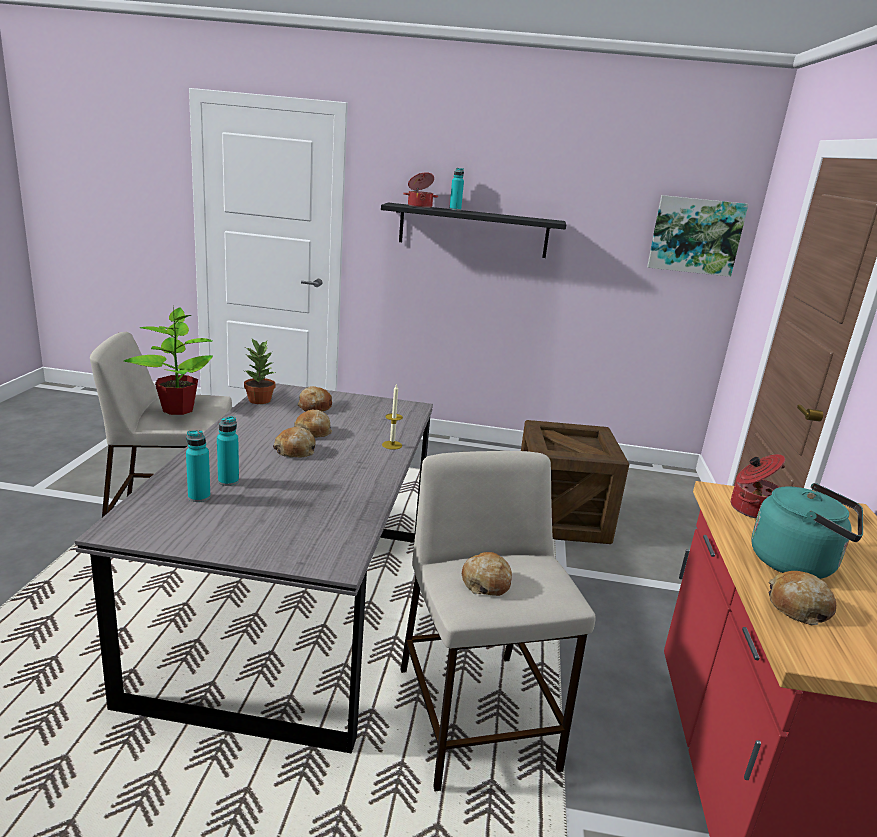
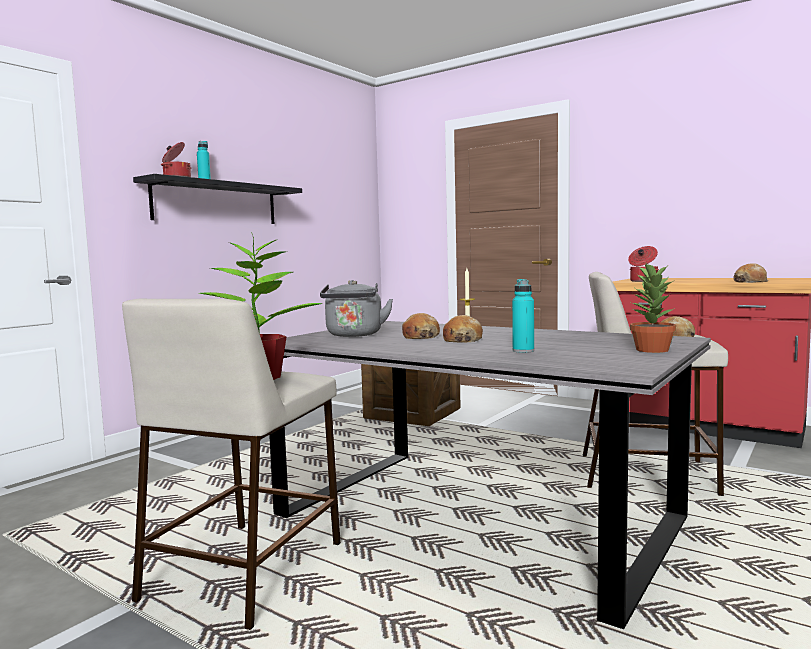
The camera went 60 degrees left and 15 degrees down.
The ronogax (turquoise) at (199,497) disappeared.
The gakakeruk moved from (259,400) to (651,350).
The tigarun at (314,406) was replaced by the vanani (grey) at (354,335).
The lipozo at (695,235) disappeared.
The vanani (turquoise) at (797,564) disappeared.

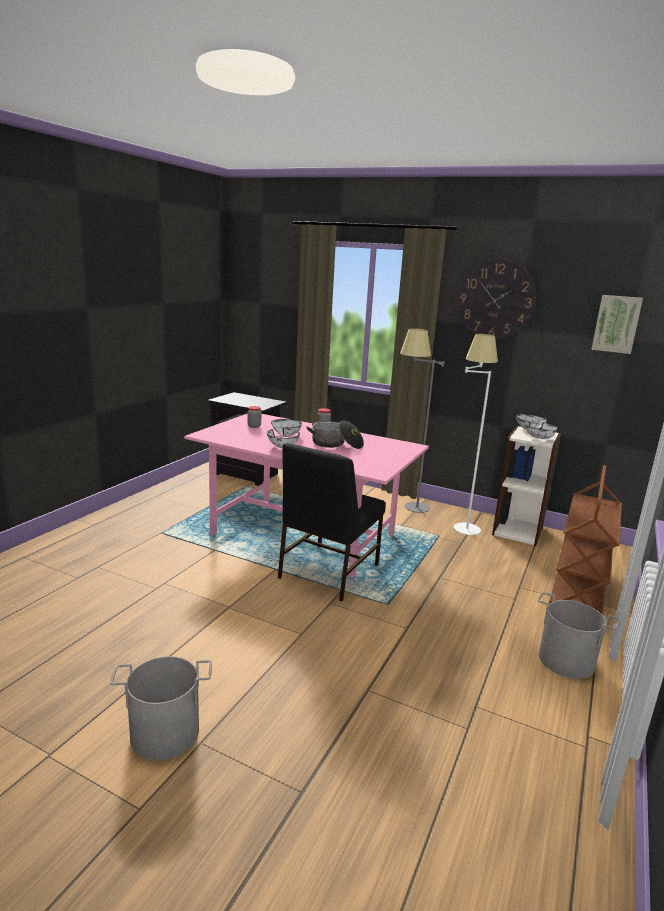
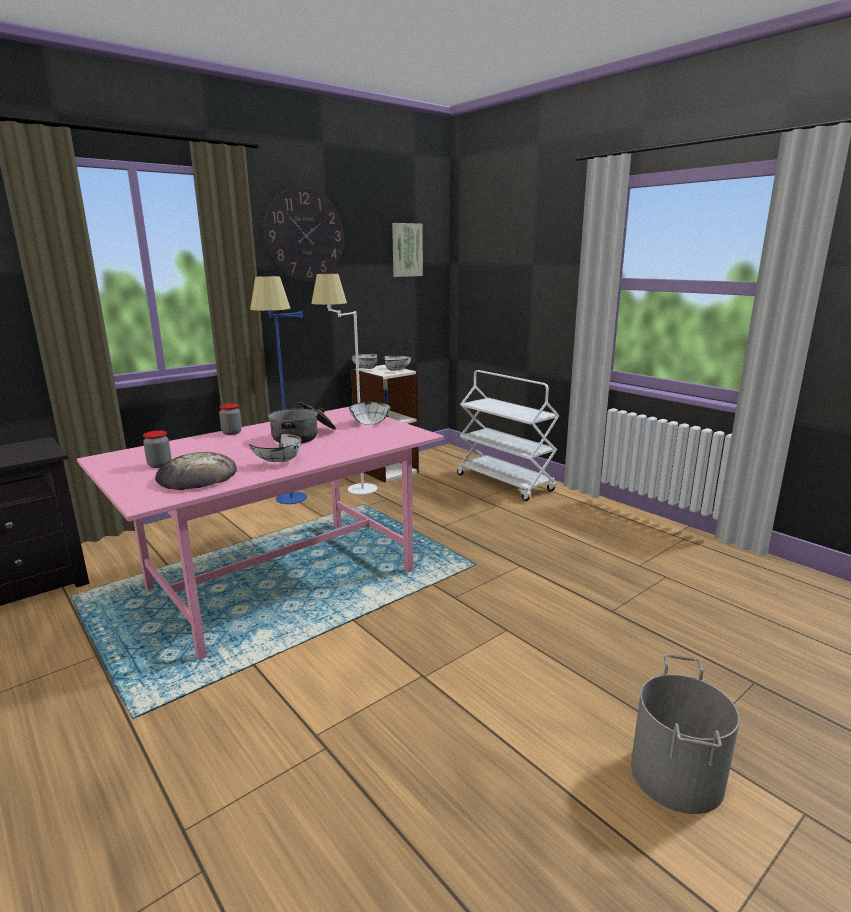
The camera went 65 degrees left and 0 degrees up.
The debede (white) moved from (288,435) to (369,422).
The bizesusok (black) at (327,572) disappeared.
The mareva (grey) at (408,509) became the mareva (blue) at (290,503).
The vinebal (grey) at (566,661) disappeared.
The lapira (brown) at (577,596) became the lapira (white) at (505,483).
The tigarun at (196,477) appeared.

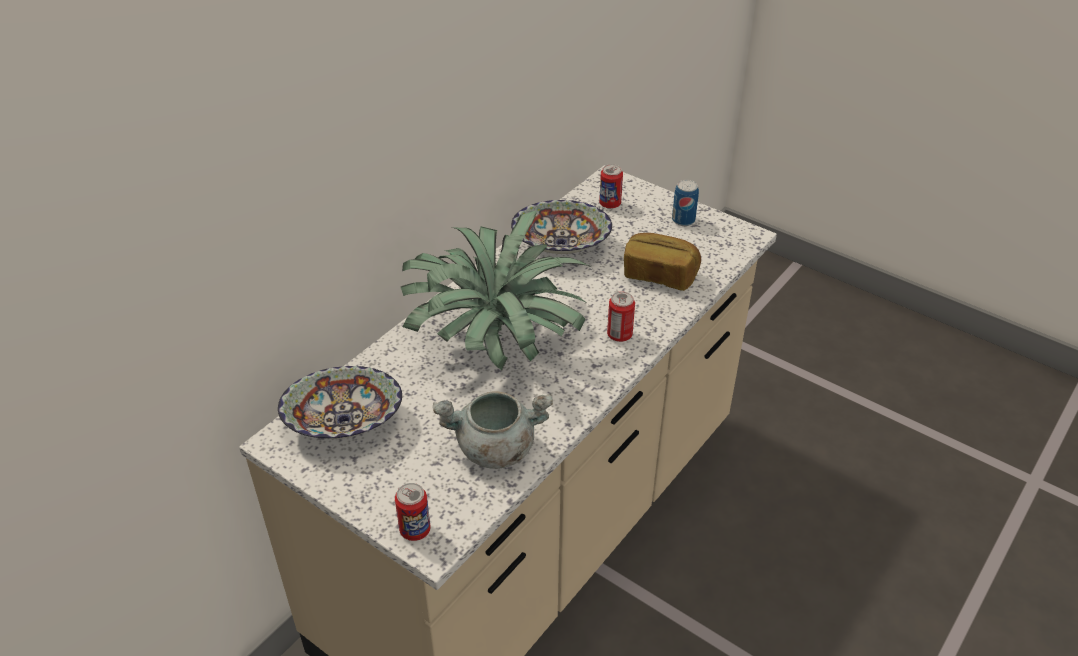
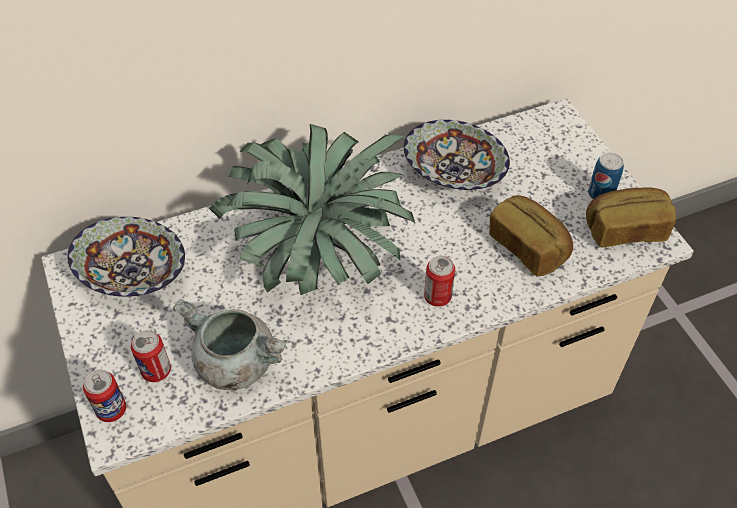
The camera went 30 degrees right and 10 degrees up.
The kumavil moved from (610,204) to (156,371).
The tigarun at (624,229) appeared.

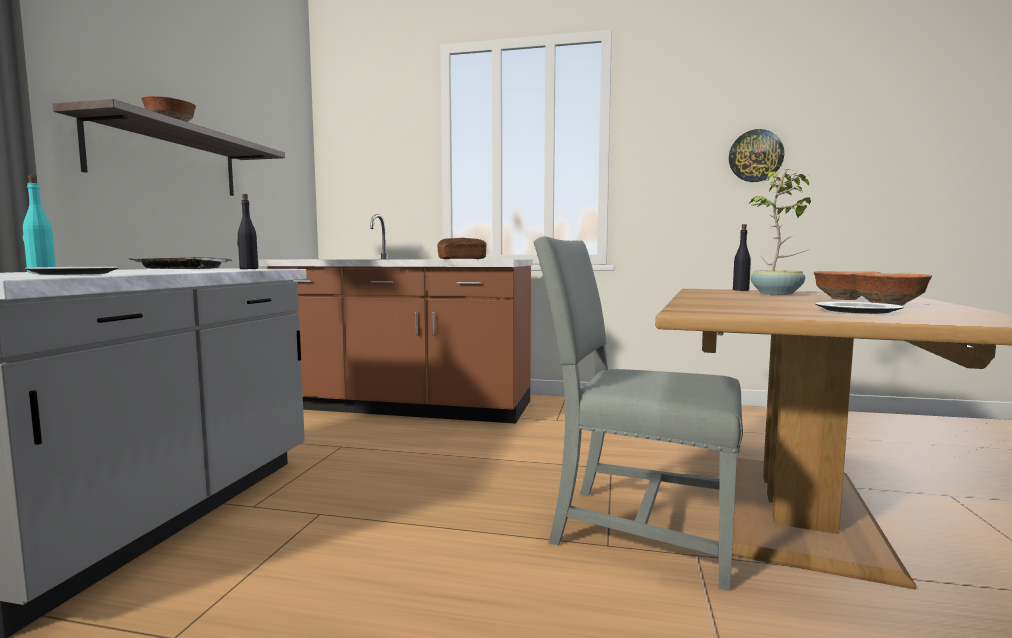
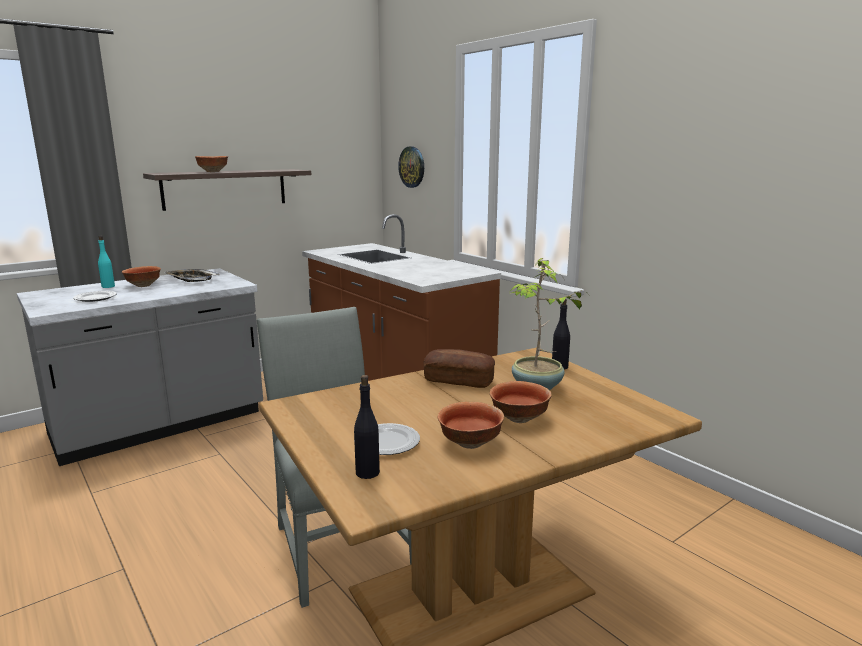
The camera went 40 degrees right and 10 degrees up.
The ronogax (black) moved from (248,268) to (367,472).
The tigarun moved from (462,259) to (459,381).
The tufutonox moved from (755,156) to (412,167).
The debede at (143,285) appeared.

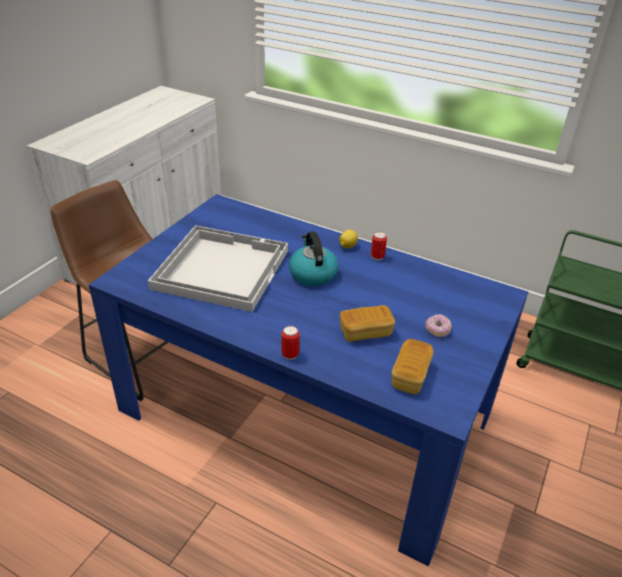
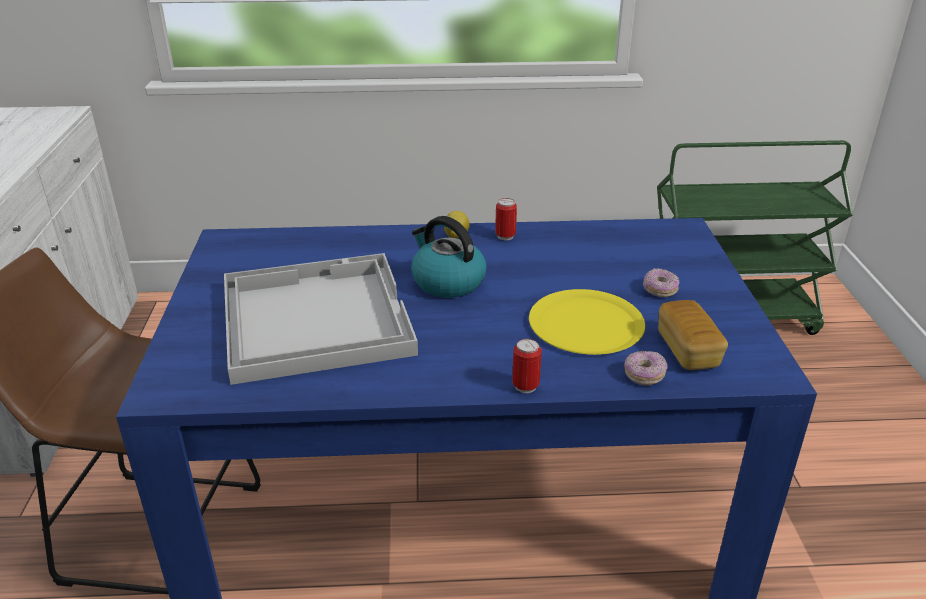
The camera went 30 degrees left and 5 degrees down.
The tigarun at (365,332) was replaced by the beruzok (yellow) at (586,324).
The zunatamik at (644,375) appeared.

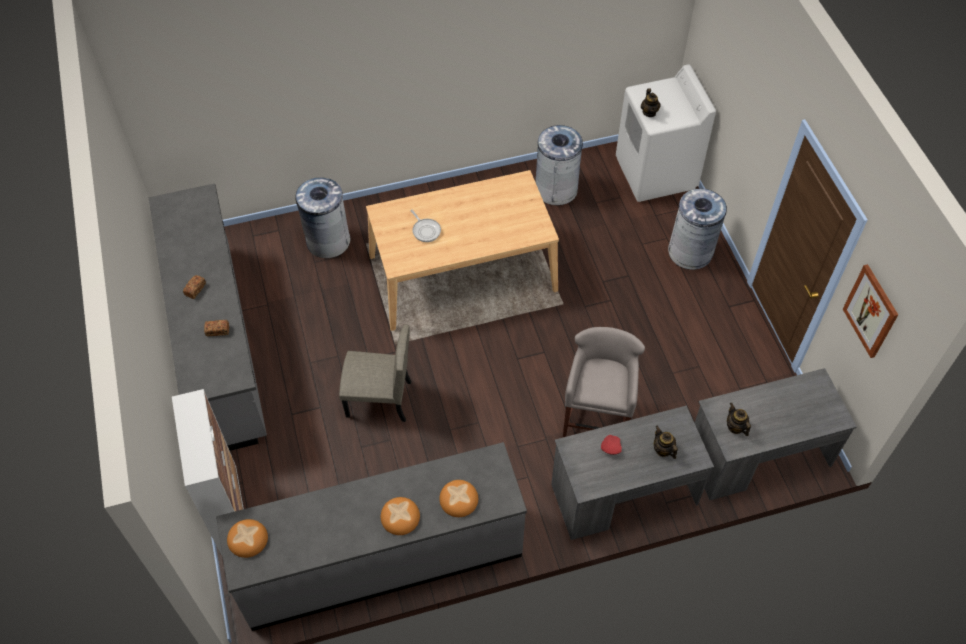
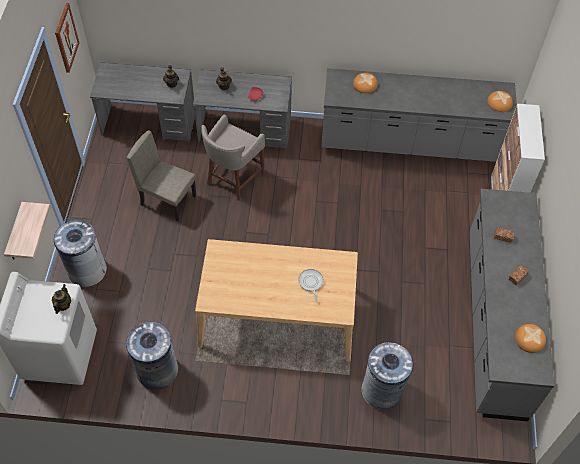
The camera went 160 degrees left and 0 degrees up.
The bizesusok (beige) moved from (379,399) to (168,200).
The tigarun moved from (400,517) to (529,339).
The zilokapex at (16,234) appeared.

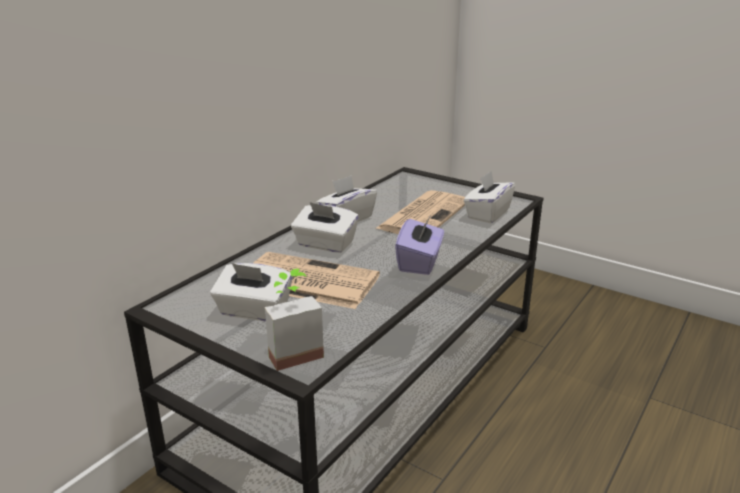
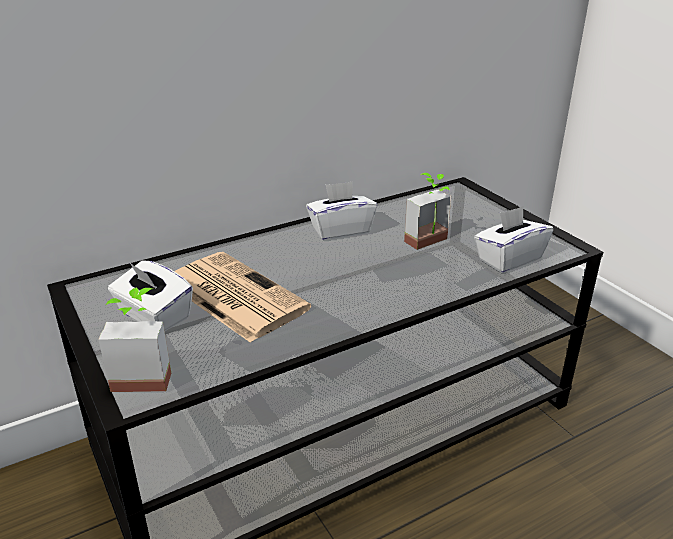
The camera went 25 degrees right and 5 degrees up.
The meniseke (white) at (325,244) disappeared.
The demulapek at (424,215) was replaced by the gakakeruk at (431,243).
The meniseke (purple) at (420,262) disappeared.

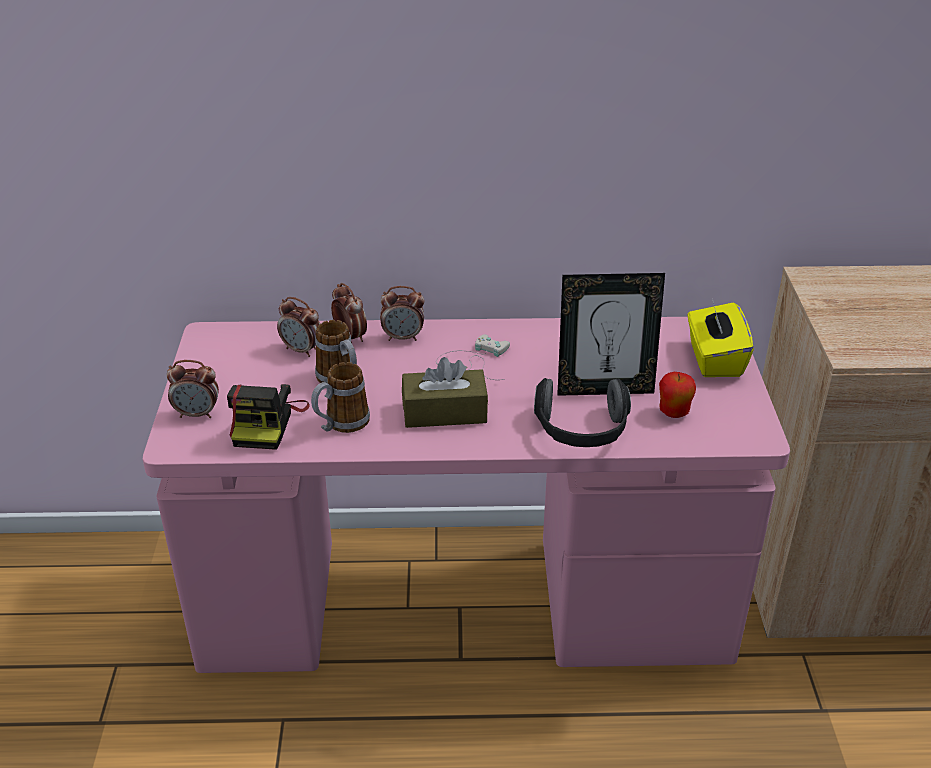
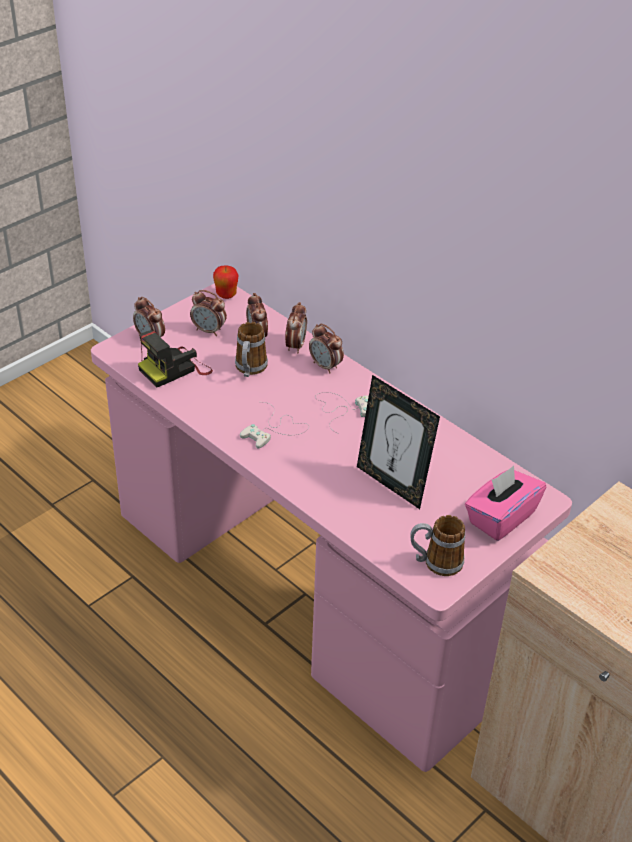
The camera went 45 degrees right and 5 degrees up.
The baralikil moved from (341,424) to (435,562).
The meniseke (brown) at (444,412) was replaced by the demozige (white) at (275,429).
The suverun at (581,432) disappeared.
The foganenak moved from (673,412) to (226,295).
The meniseke (yellow) at (714,359) became the meniseke (pink) at (501,517).
The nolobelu at (209,330) appeared.

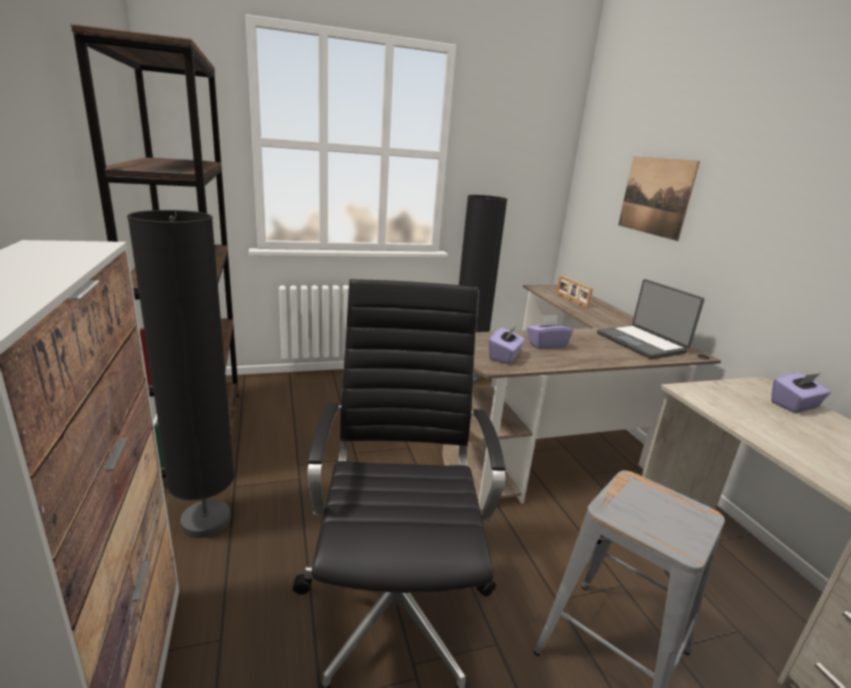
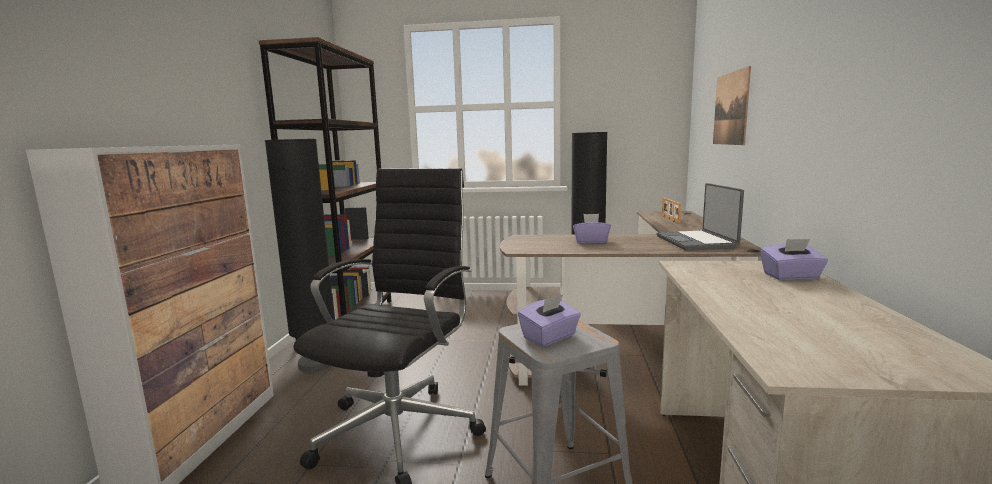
The camera went 25 degrees right and 10 degrees down.
The meniseke (purple) moved from (505,357) to (550,337).

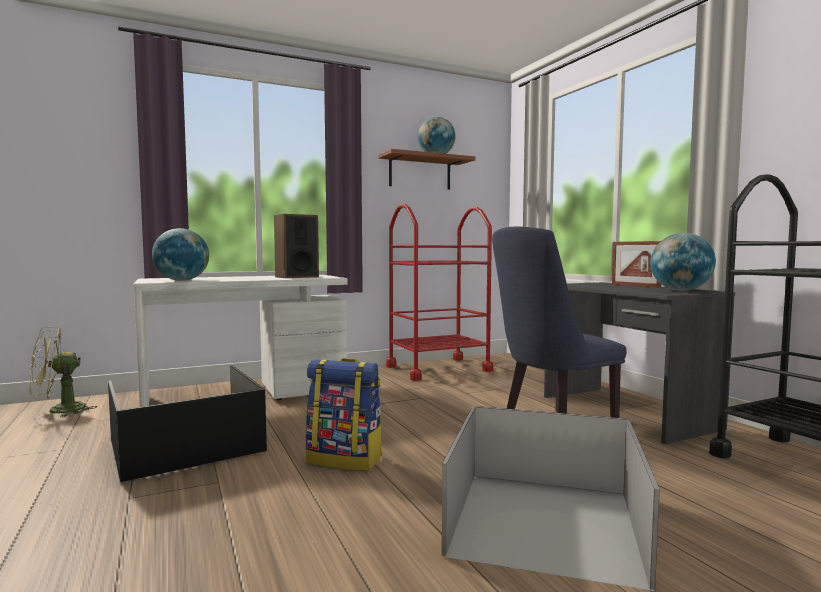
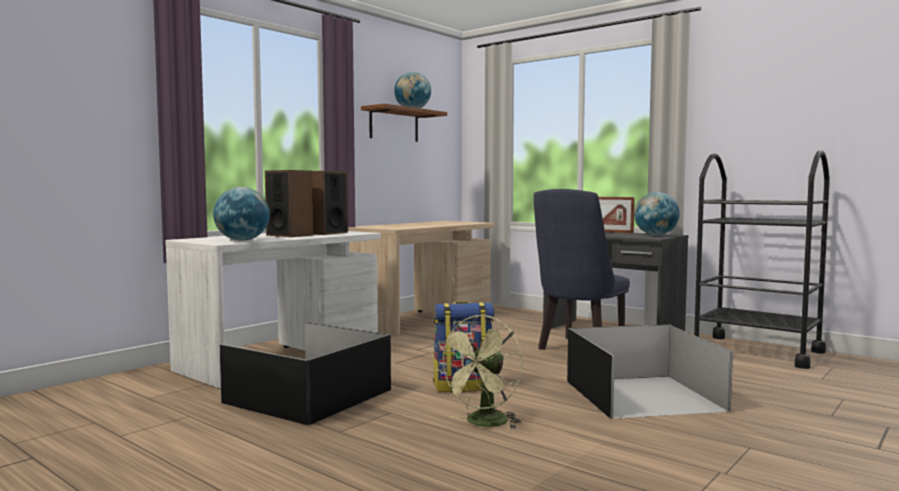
The camera went 25 degrees left and 0 degrees up.
The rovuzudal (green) moved from (58,411) to (483,424).
The lapira (red) at (438,369) was replaced by the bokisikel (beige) at (423,318).
The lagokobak at (289,235) appeared.

